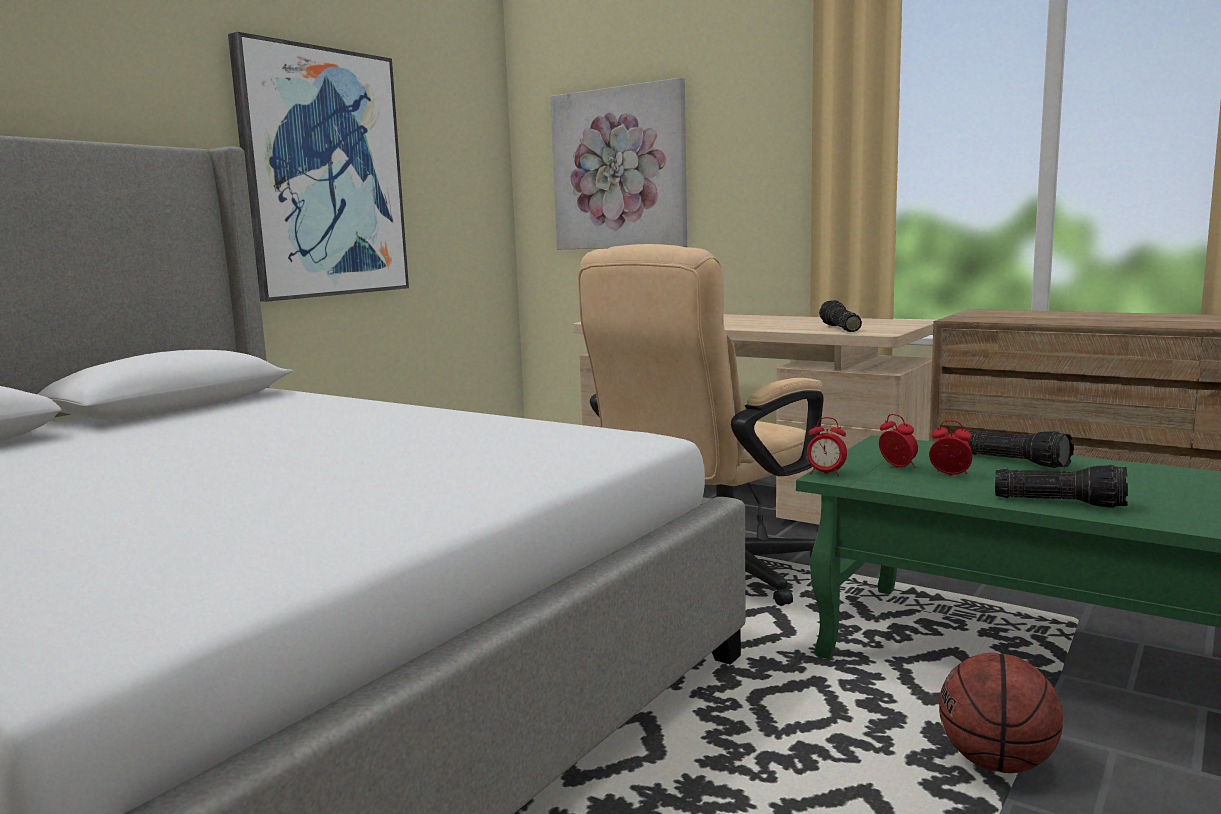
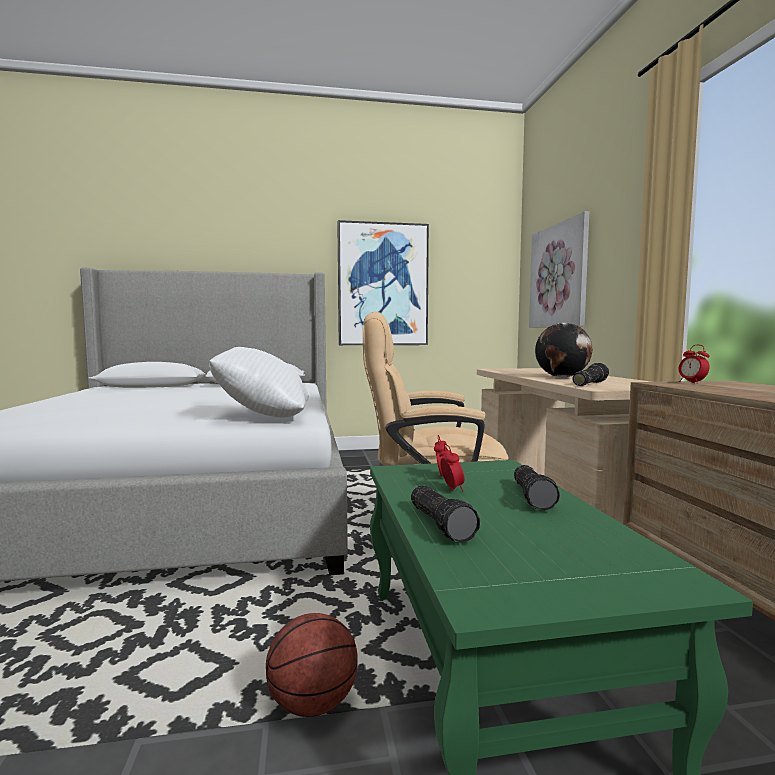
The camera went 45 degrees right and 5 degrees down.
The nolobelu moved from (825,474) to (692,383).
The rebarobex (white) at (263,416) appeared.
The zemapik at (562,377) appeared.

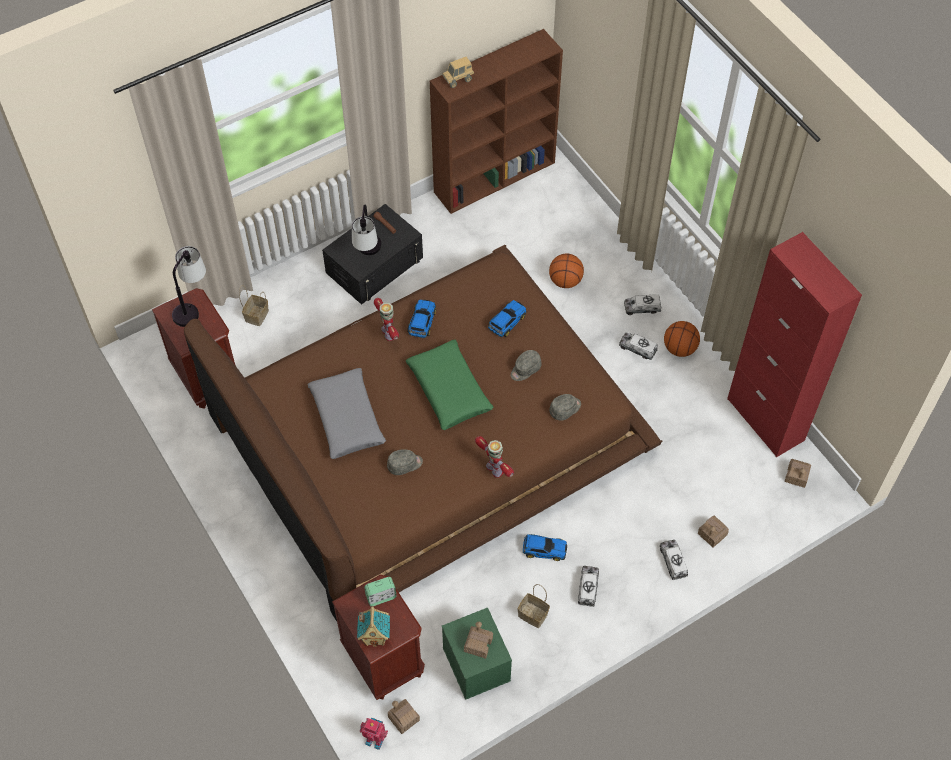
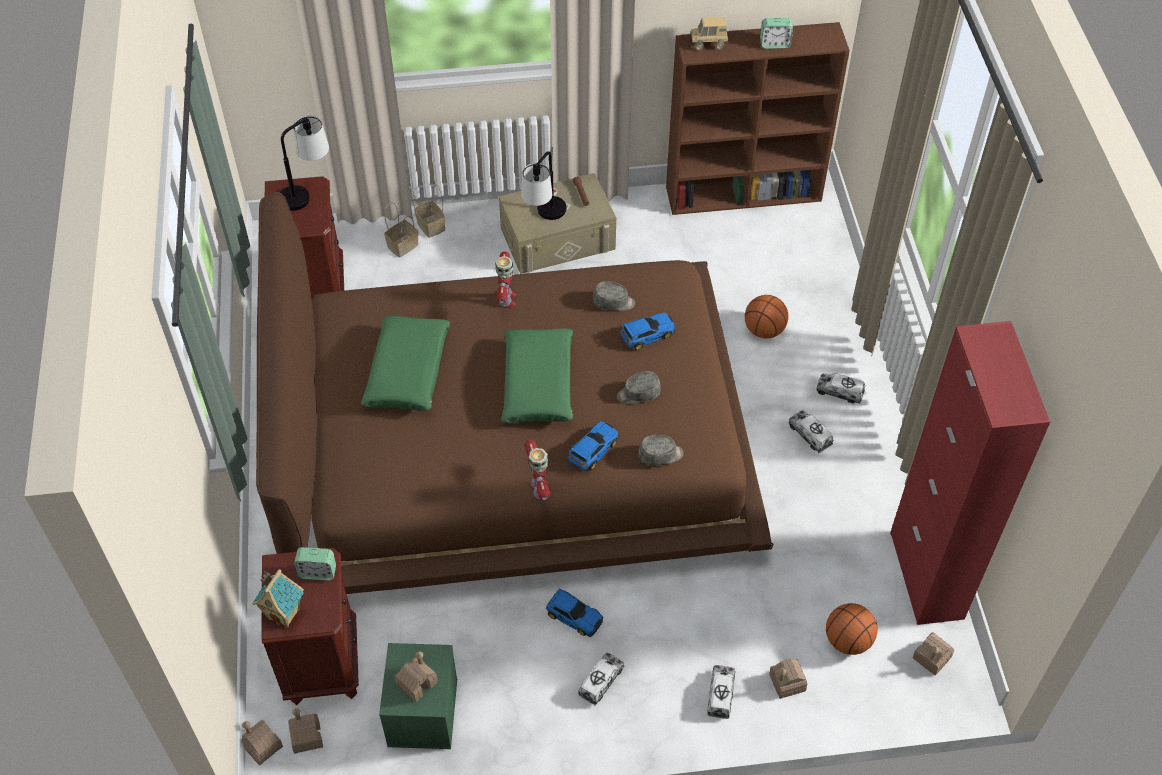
The camera went 25 degrees right and 5 degrees down.
The rebarobex (grey) at (347,418) became the rebarobex (green) at (408,371).
The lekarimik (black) at (374,265) became the lekarimik (beige) at (557,238).
The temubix at (375,739) was replaced by the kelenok at (262,746).
The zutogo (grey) moved from (405,464) to (614,302).
The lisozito moved from (421,322) to (592,450).
The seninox moved from (531,615) to (430,226).
The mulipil moved from (679,348) to (847,640).
The nolobelu at (774,44) appeared.

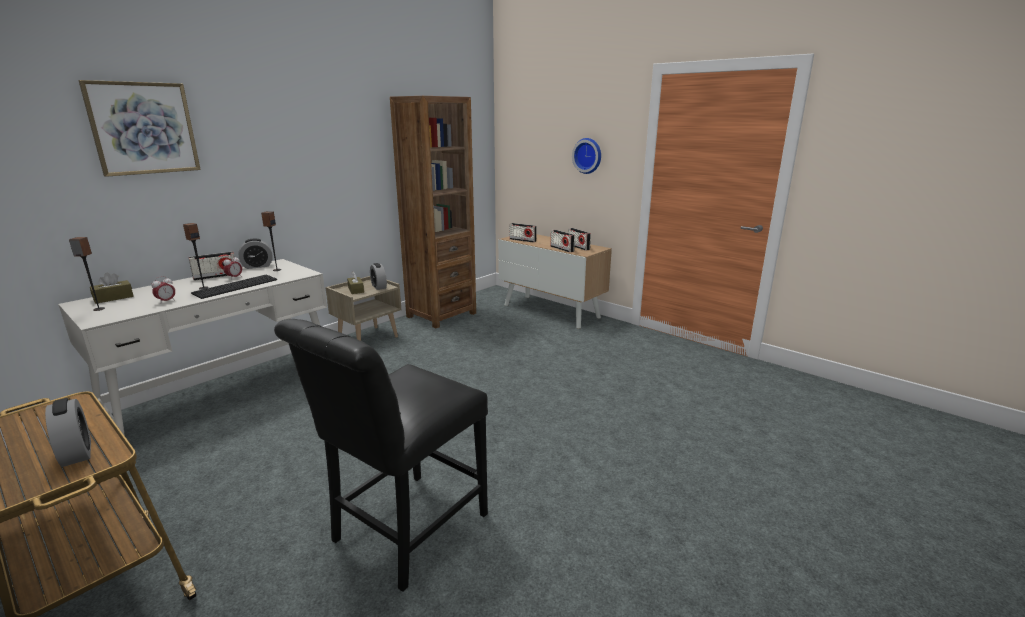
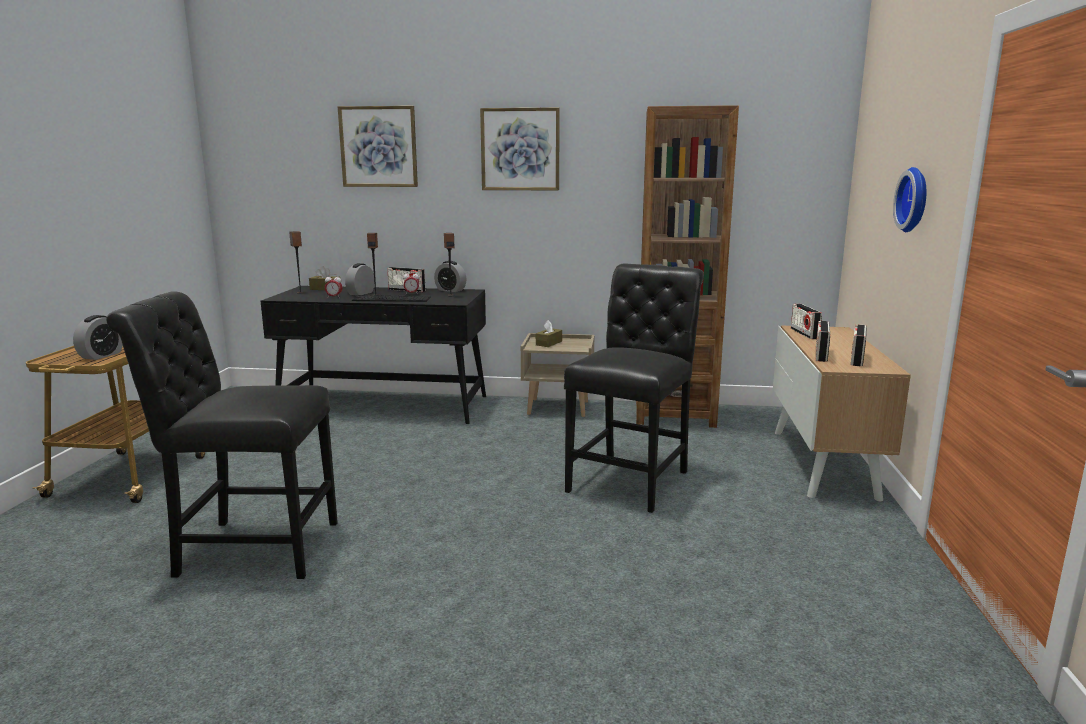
The camera went 55 degrees right and 5 degrees down.
The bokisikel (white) at (226,395) became the bokisikel (black) at (384,405).
The nolobelu moved from (379,287) to (361,293).
The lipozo at (520,149) appeared.
The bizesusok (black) at (632,478) appeared.

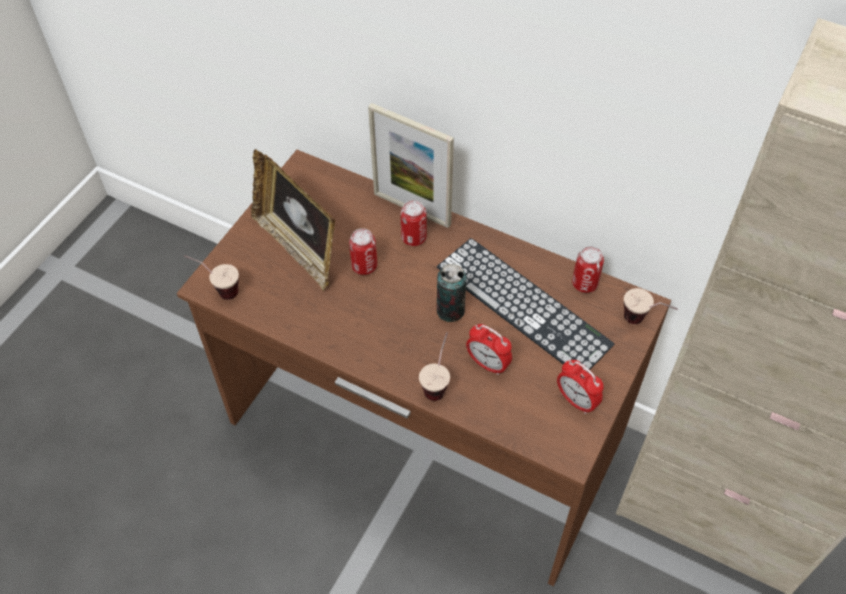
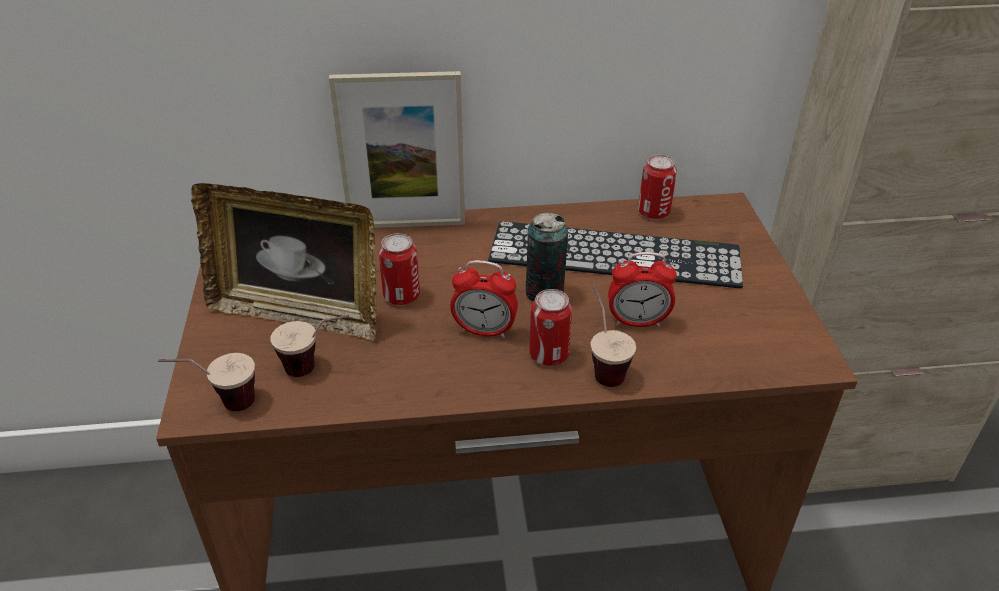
The camera went 35 degrees left and 15 degrees down.
The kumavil moved from (413,238) to (549,354).
The nolobelu moved from (576,401) to (484,331).
The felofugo moved from (644,322) to (317,368).

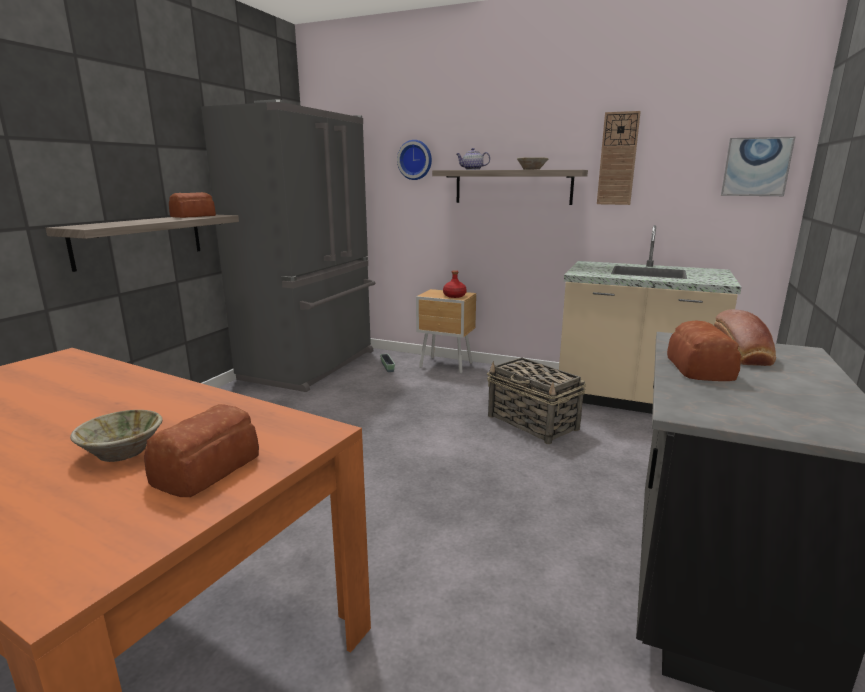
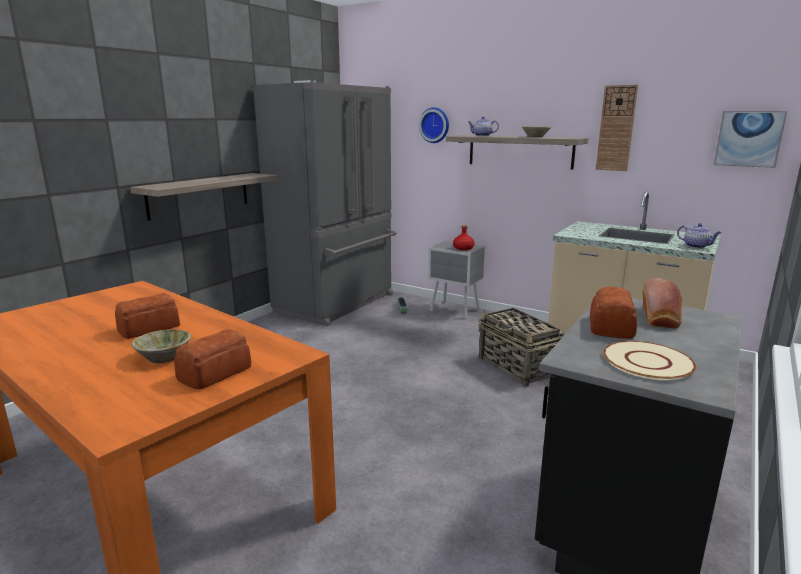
The camera went 10 degrees right and 0 degrees up.
The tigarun moved from (194,216) to (150,328).
The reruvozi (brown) at (446,366) became the reruvozi (grey) at (455,311).
The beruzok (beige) at (647,362) appeared.
The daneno at (696,246) appeared.

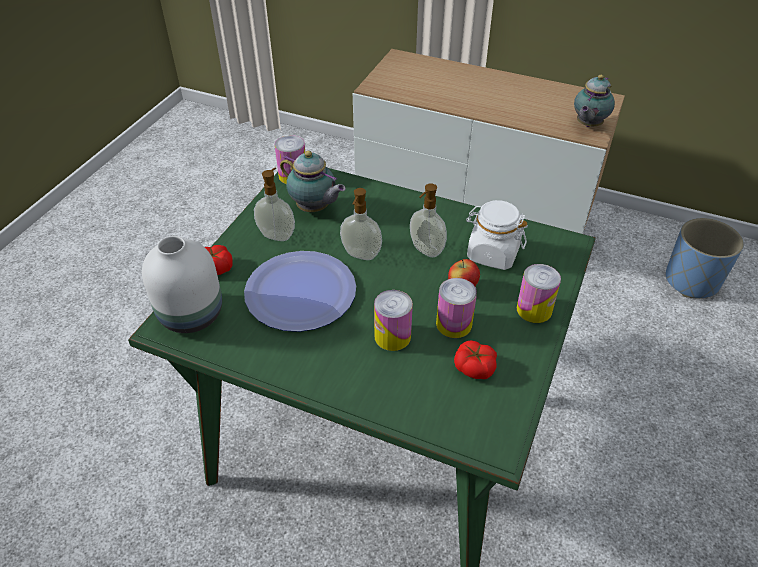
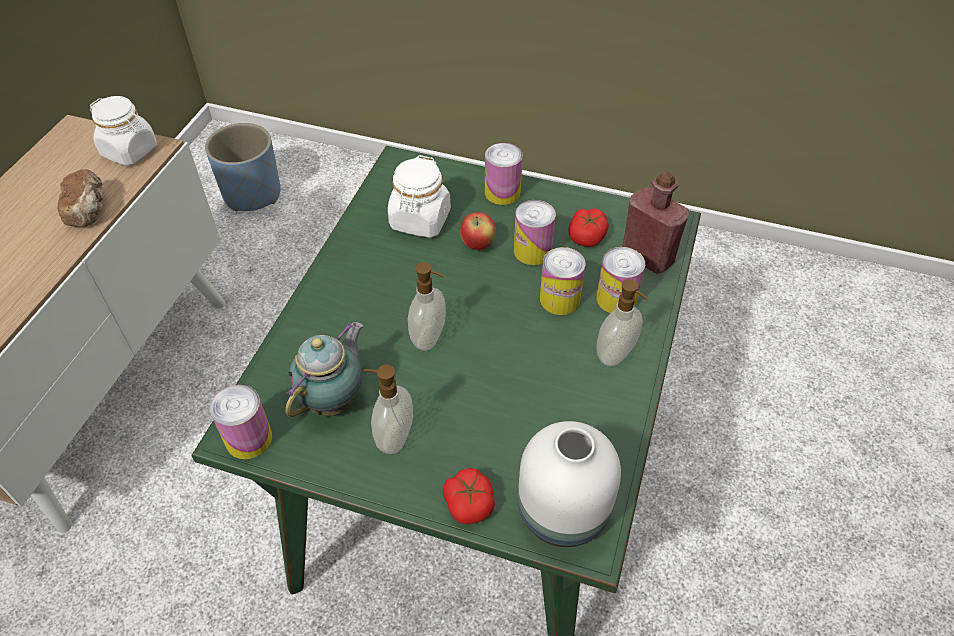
The camera went 95 degrees left and 5 degrees up.
The beruzok at (300,292) disappeared.
The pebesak moved from (425,250) to (616,355).
The daneno at (587,125) was replaced by the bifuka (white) at (130,151).
The tigarun at (88,209) appeared.
The kumavil at (616,299) appeared.
The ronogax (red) at (647,257) appeared.

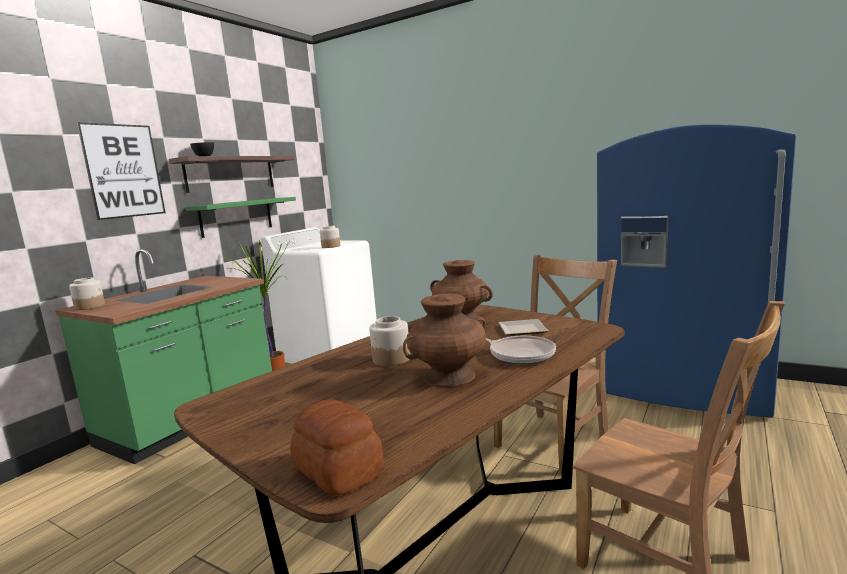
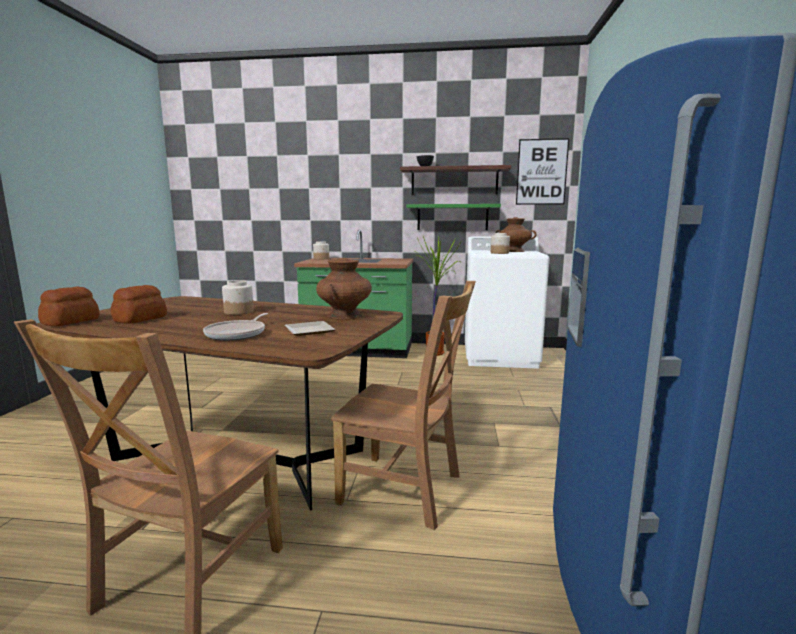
The camera went 65 degrees right and 0 degrees up.
The lipozo moved from (123,171) to (541,172).
The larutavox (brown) moved from (449,376) to (514,251).
The tigarun at (139,319) appeared.

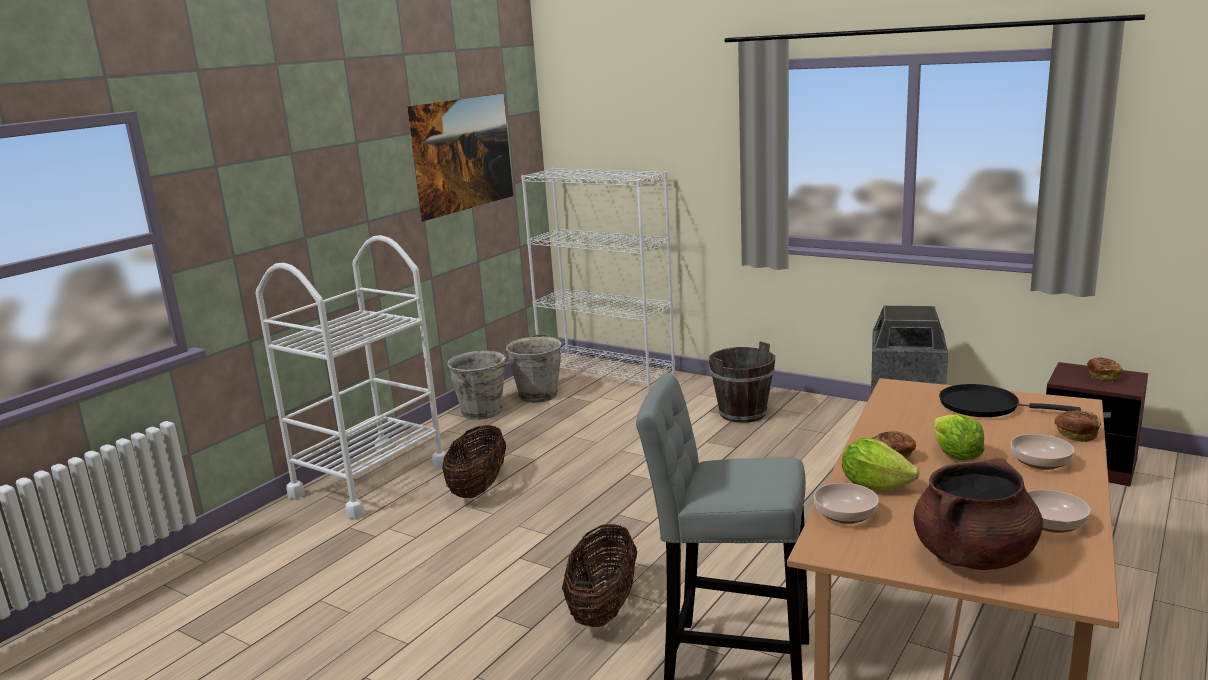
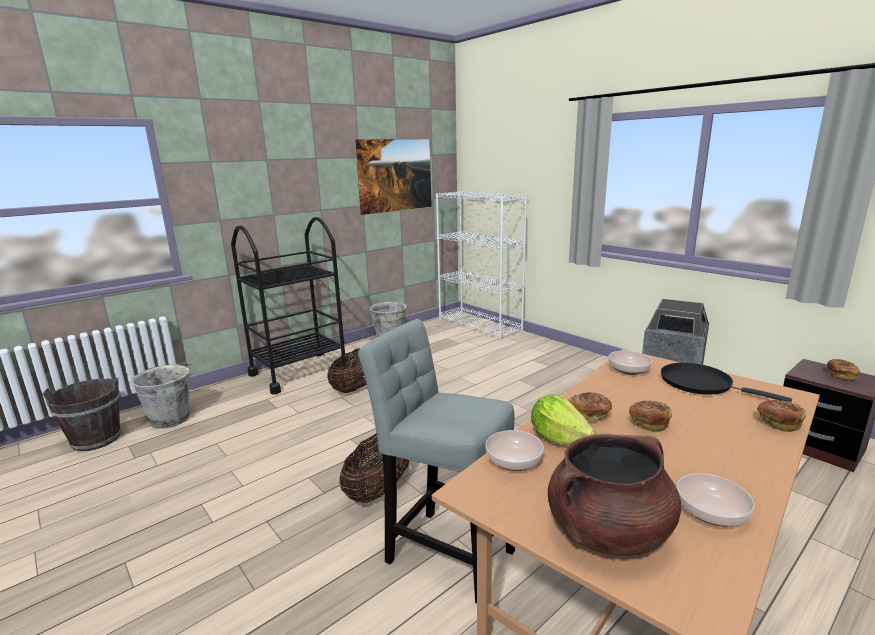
The camera went 15 degrees right and 0 degrees up.
The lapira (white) at (370,480) became the lapira (black) at (299,372).
The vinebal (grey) moved from (538,394) to (172,418).
The vinebal (brown) moved from (742,414) to (96,440).
The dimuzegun at (955,456) was replaced by the tigarun at (649,424).
The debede moved from (1041,462) to (629,370).

